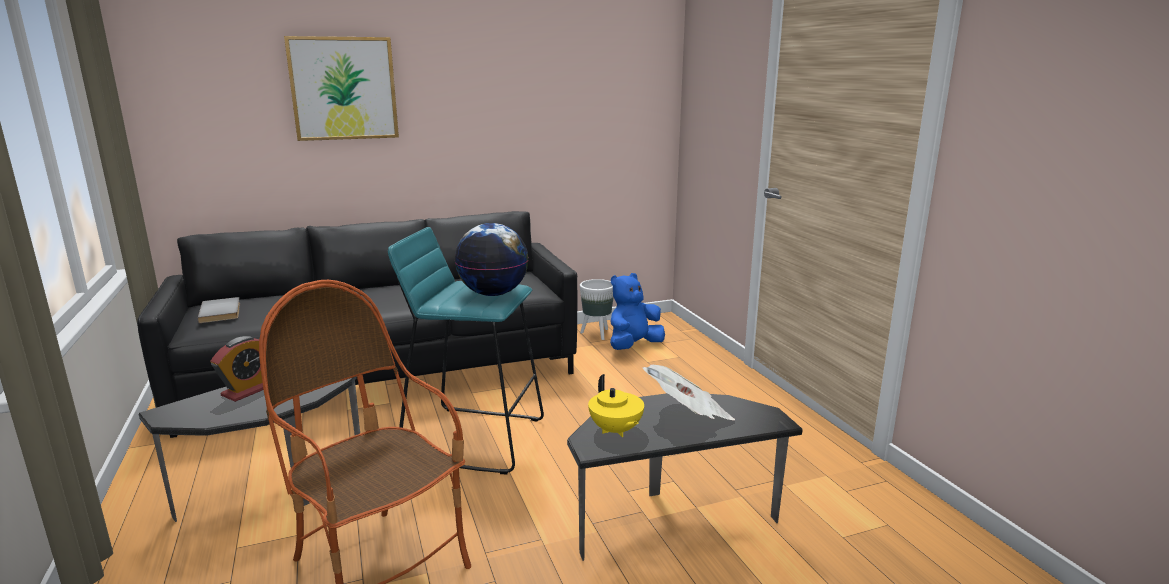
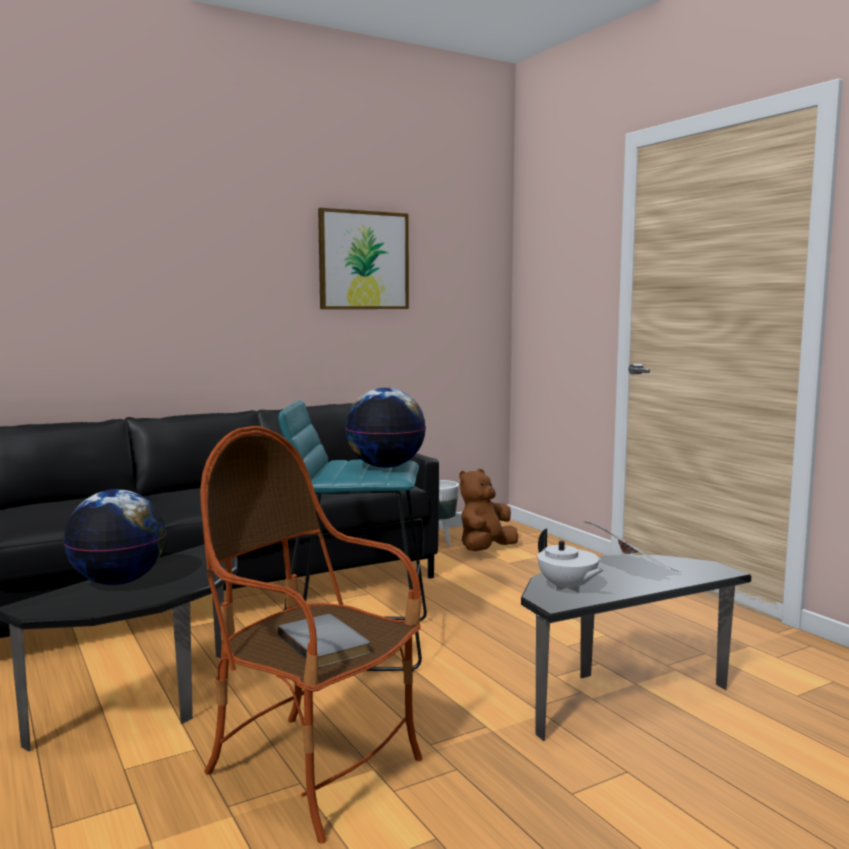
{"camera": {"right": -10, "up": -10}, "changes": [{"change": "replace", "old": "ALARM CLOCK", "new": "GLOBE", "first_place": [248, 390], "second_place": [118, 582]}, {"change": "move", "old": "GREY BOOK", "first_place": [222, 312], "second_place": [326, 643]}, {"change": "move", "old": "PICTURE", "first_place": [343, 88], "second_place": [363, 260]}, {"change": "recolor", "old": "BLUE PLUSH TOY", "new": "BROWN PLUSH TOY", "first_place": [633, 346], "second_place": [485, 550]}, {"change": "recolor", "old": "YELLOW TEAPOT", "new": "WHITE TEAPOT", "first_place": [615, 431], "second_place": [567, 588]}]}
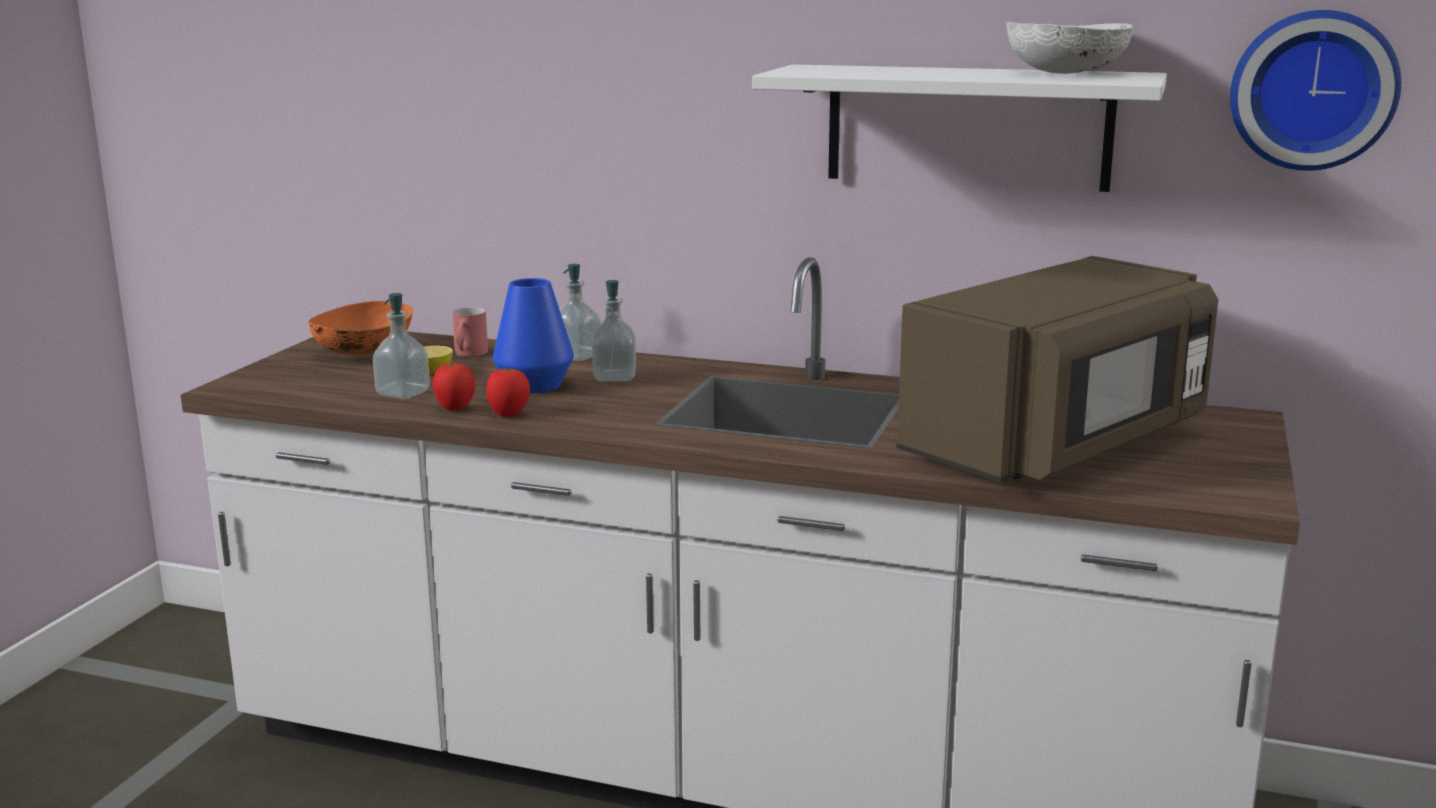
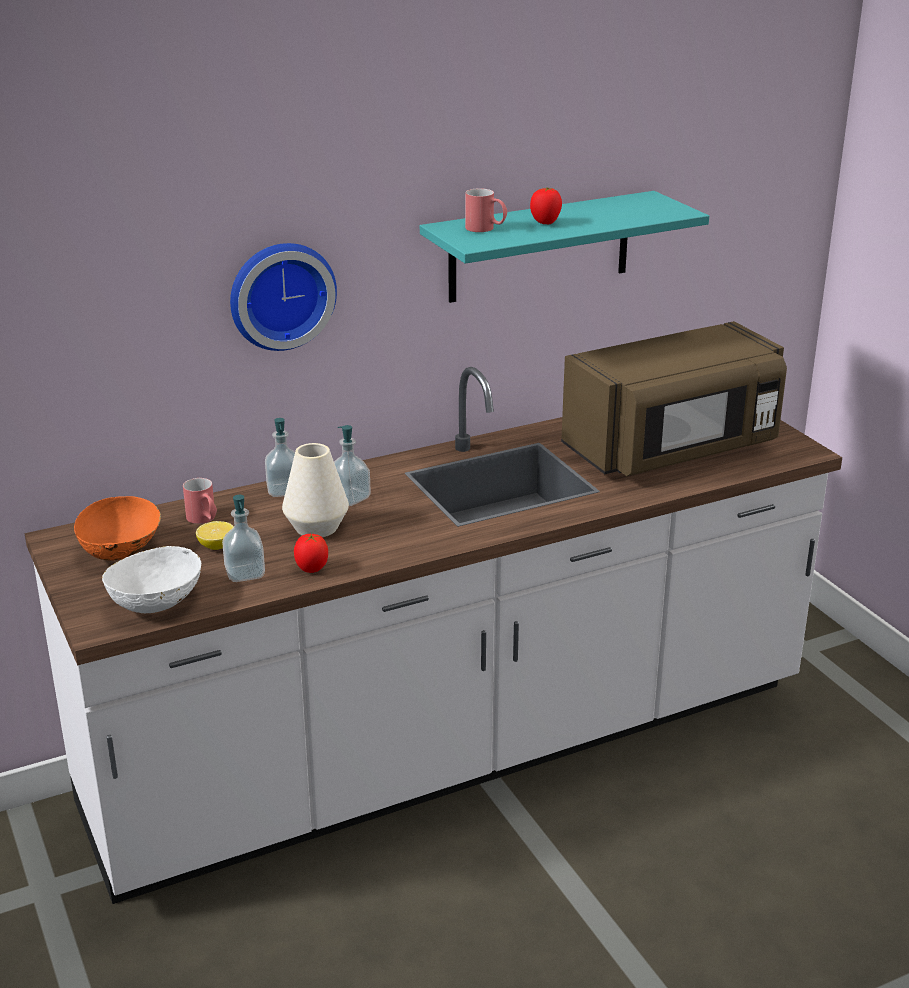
{"camera": {"right": -45, "up": 10}, "changes": [{"change": "move", "old": "WHITE BOWL", "first_place": [1065, 73], "second_place": [156, 602]}, {"change": "move", "old": "WALL CLOCK", "first_place": [1312, 90], "second_place": [280, 294]}, {"change": "recolor", "old": "BLUE VASE", "new": "WHITE VASE", "first_place": [535, 386], "second_place": [317, 528]}, {"change": "recolor", "old": "WHITE SHELF", "new": "TURQUOISE SHELF", "first_place": [968, 127], "second_place": [540, 247]}, {"change": "insert", "new": "RED MUG", "second_place": [486, 229]}, {"change": "move", "old": "TOMATO", "first_place": [508, 415], "second_place": [545, 223]}, {"change": "rotate", "old": "BROWN MICROWAVE", "first_place": [1058, 444], "second_place": [673, 449], "degrees": 60}]}
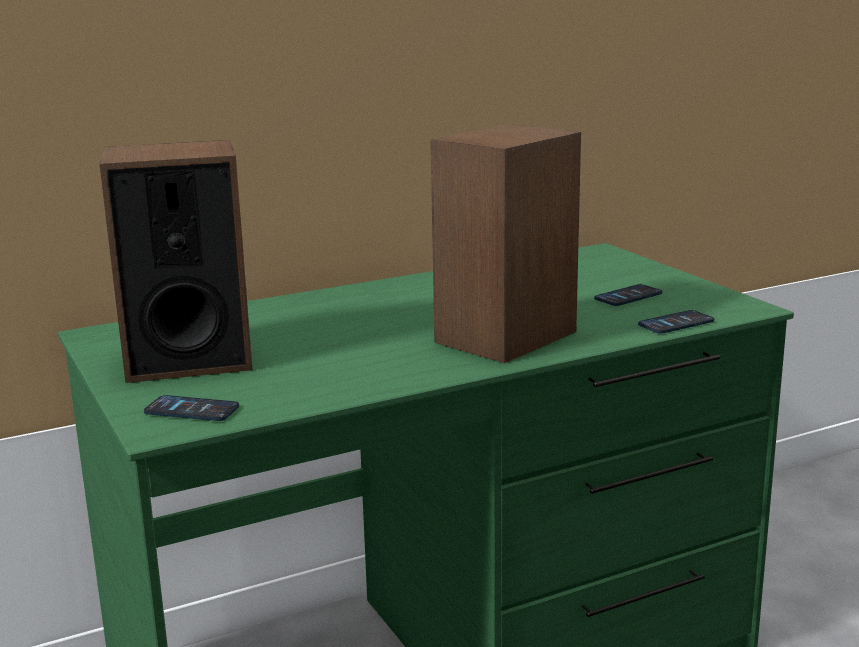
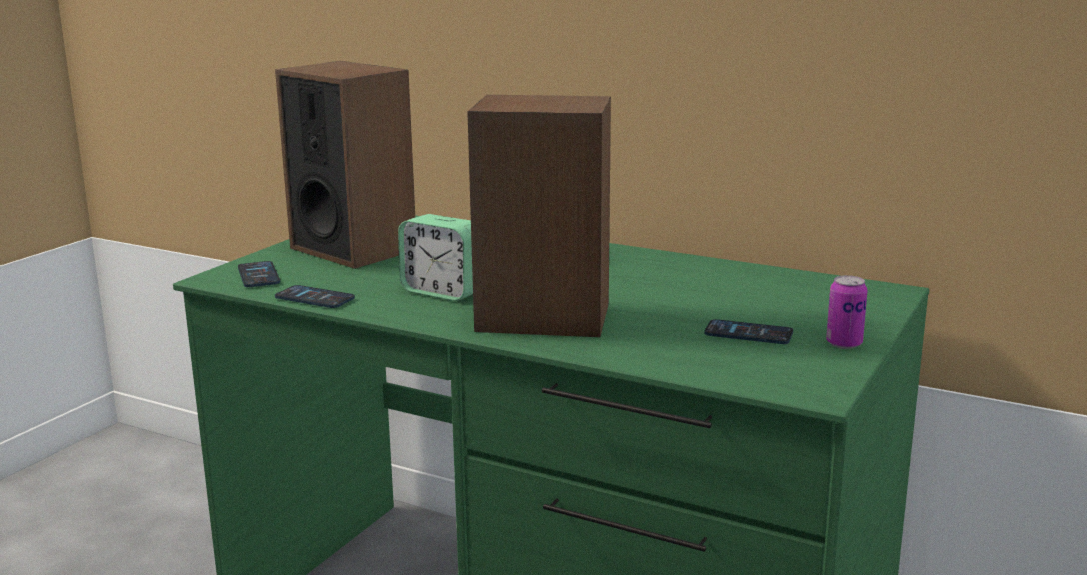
{"camera": {"right": 55, "up": 0}, "changes": [{"change": "move", "old": "PHONE", "first_place": [676, 323], "second_place": [315, 298]}, {"change": "insert", "new": "ALARM CLOCK", "second_place": [443, 292]}, {"change": "insert", "new": "CAN", "second_place": [844, 343]}]}
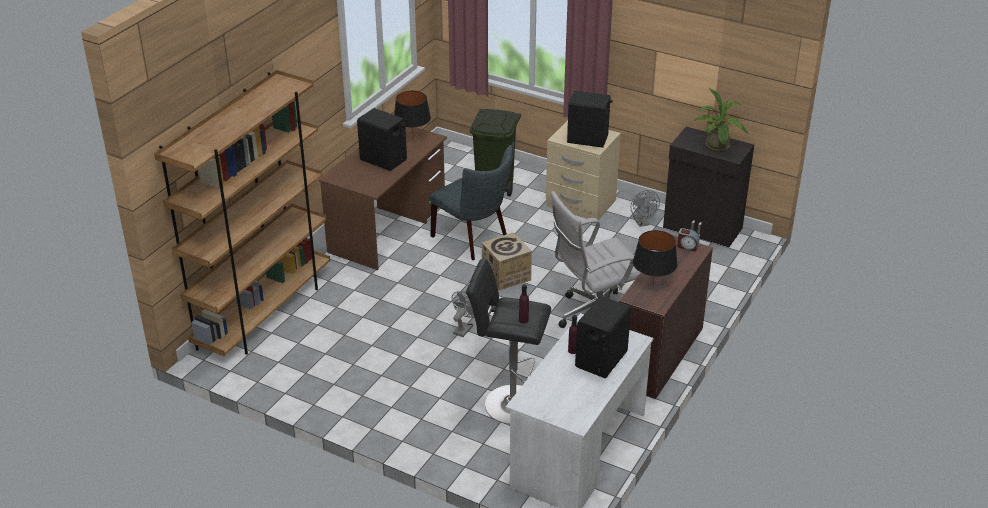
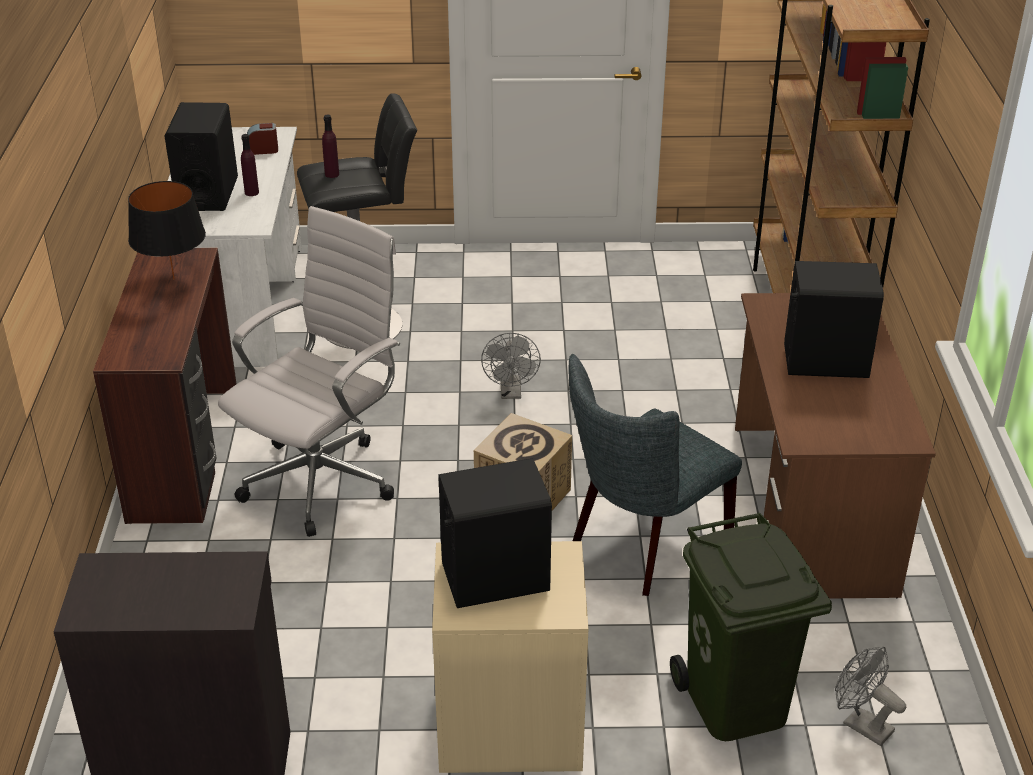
{"camera": {"right": 150, "up": 0}, "changes": [{"change": "move", "old": "ALARM CLOCK", "first_place": [687, 246], "second_place": [263, 150]}, {"change": "rotate", "old": "GREY CHAIR", "first_place": [474, 239], "second_place": [643, 546], "degrees": -60}, {"change": "move", "old": "GREY FAN", "first_place": [642, 223], "second_place": [861, 724]}, {"change": "delete", "old": "BLACK TABLE LAMP", "first_place": [413, 139]}, {"change": "delete", "old": "POTTED PLANT", "first_place": [718, 148]}]}
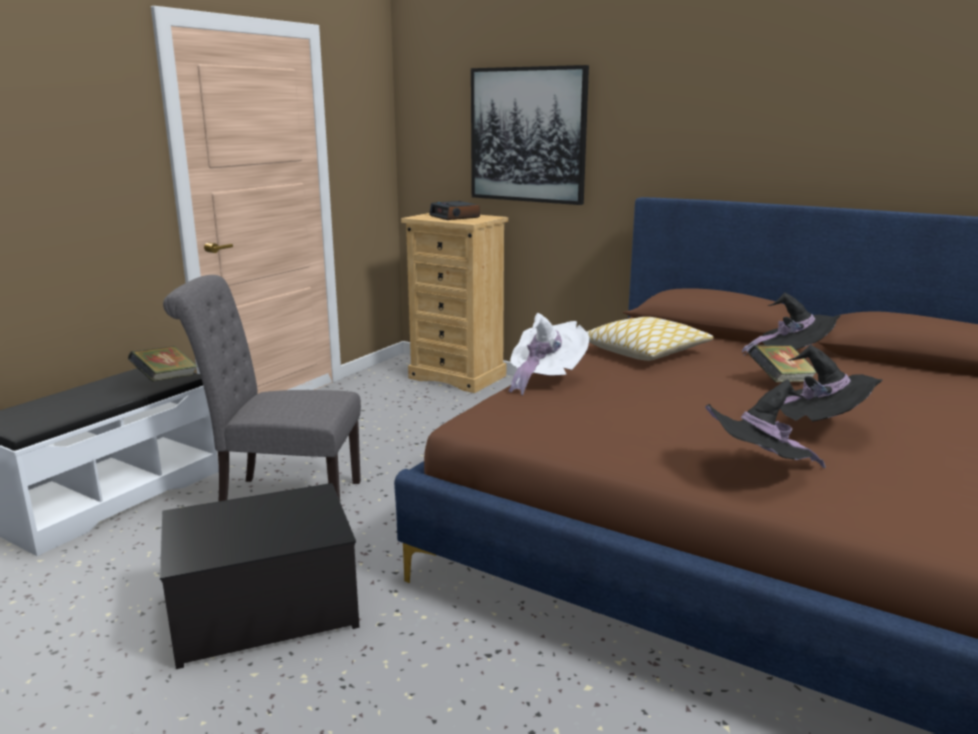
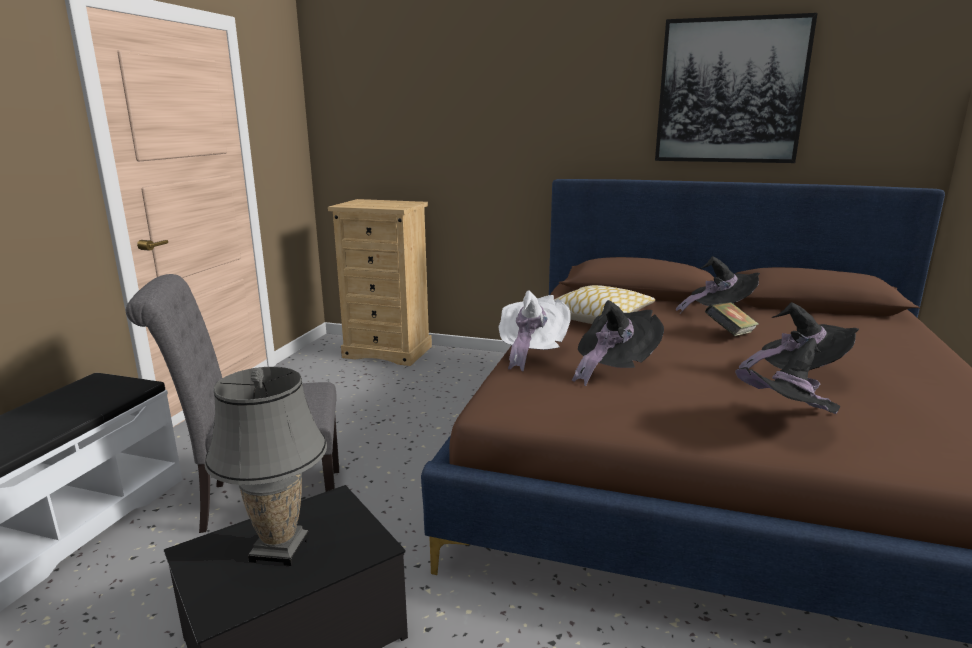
{"camera": {"right": -15, "up": 0}, "changes": [{"change": "insert", "new": "GREY TABLE LAMP", "second_place": [279, 549]}, {"change": "insert", "new": "BLACK HAT", "second_place": [613, 368]}, {"change": "move", "old": "PICTURE", "first_place": [528, 135], "second_place": [730, 91]}, {"change": "delete", "old": "BOOK", "first_place": [166, 380]}, {"change": "delete", "old": "ALARM CLOCK", "first_place": [455, 216]}]}
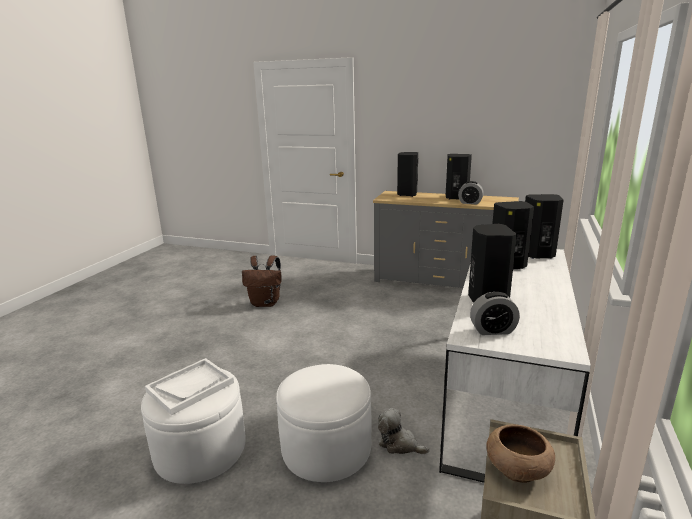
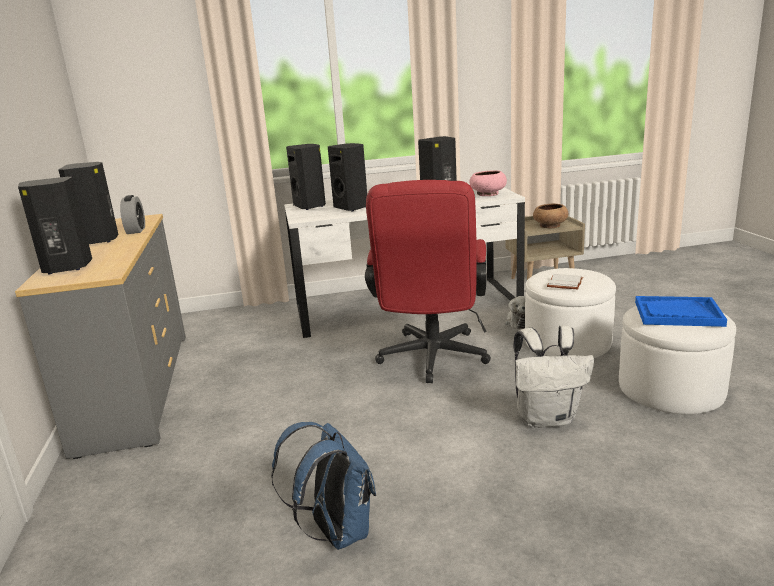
{"camera": {"right": -120, "up": 0}, "changes": [{"change": "recolor", "old": "BROWN BACKPACK", "new": "BLUE BACKPACK", "first_place": [266, 303], "second_place": [336, 532]}, {"change": "insert", "new": "RED OFFICE CHAIR", "second_place": [432, 360]}, {"change": "replace", "old": "ALARM CLOCK", "new": "PINK BOWL", "first_place": [493, 330], "second_place": [487, 194]}, {"change": "insert", "new": "WHITE BACKPACK", "second_place": [547, 418]}, {"change": "insert", "new": "WHITE BOOK", "second_place": [566, 283]}, {"change": "recolor", "old": "WHITE TRAY", "new": "BLUE TRAY", "first_place": [190, 387], "second_place": [678, 314]}]}
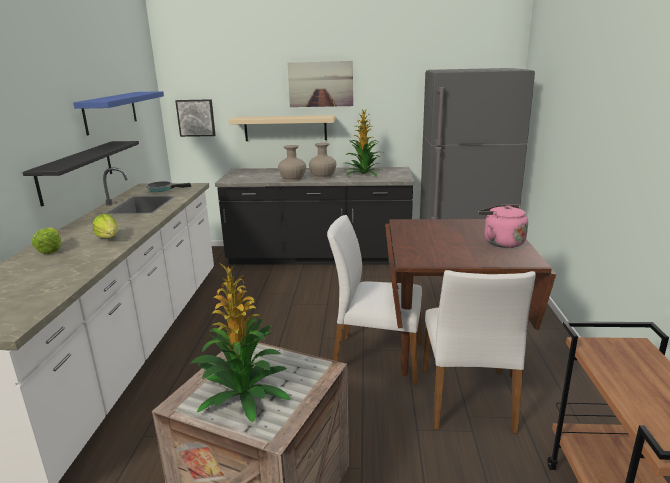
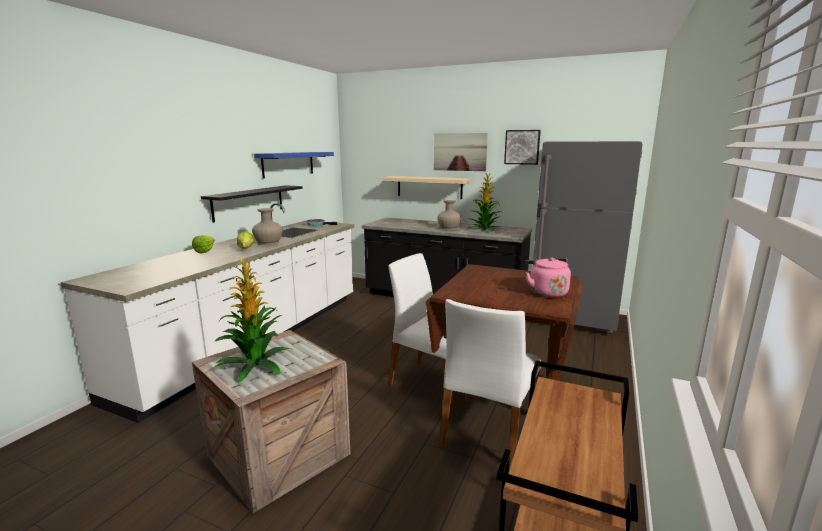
{"camera": {"right": 20, "up": -5}, "changes": [{"change": "move", "old": "BEIGE VASE", "first_place": [292, 178], "second_place": [268, 242]}, {"change": "move", "old": "PICTURE", "first_place": [196, 117], "second_place": [522, 147]}]}
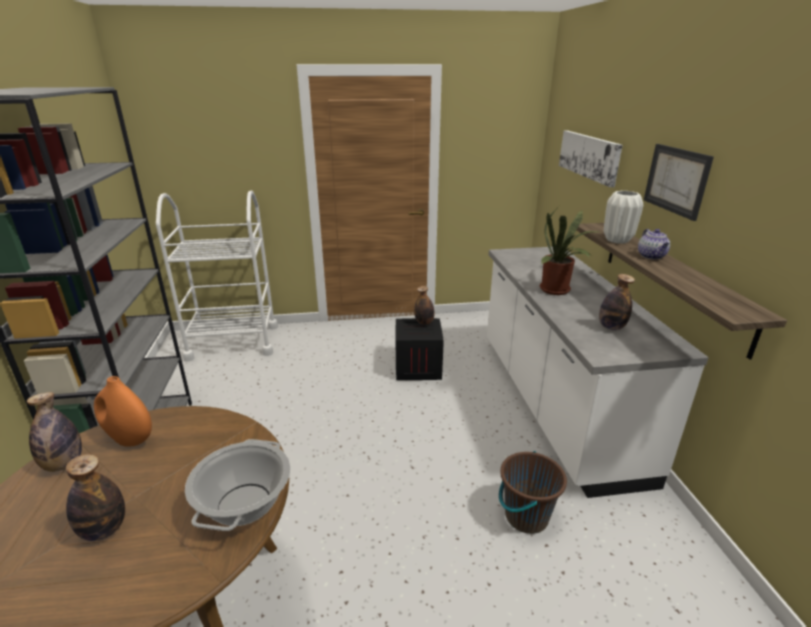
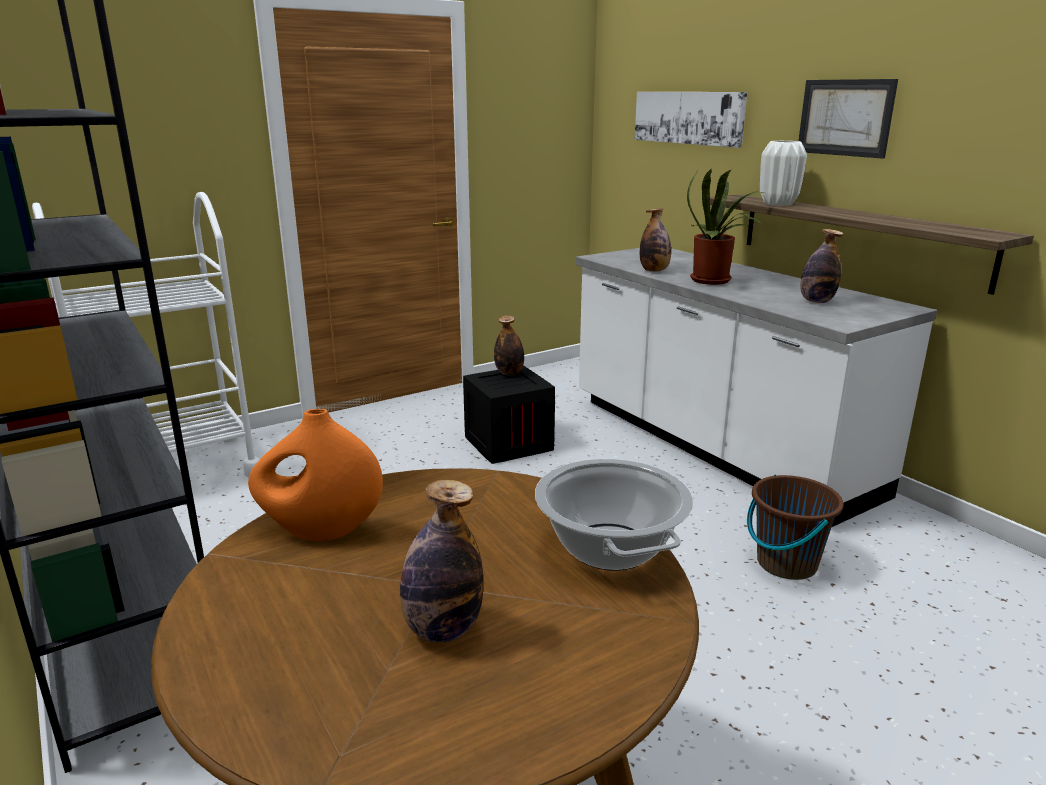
{"camera": {"right": -25, "up": -5}, "changes": [{"change": "move", "old": "BOTTLE", "first_place": [63, 464], "second_place": [654, 271]}, {"change": "delete", "old": "TEAPOT", "first_place": [652, 256]}]}
